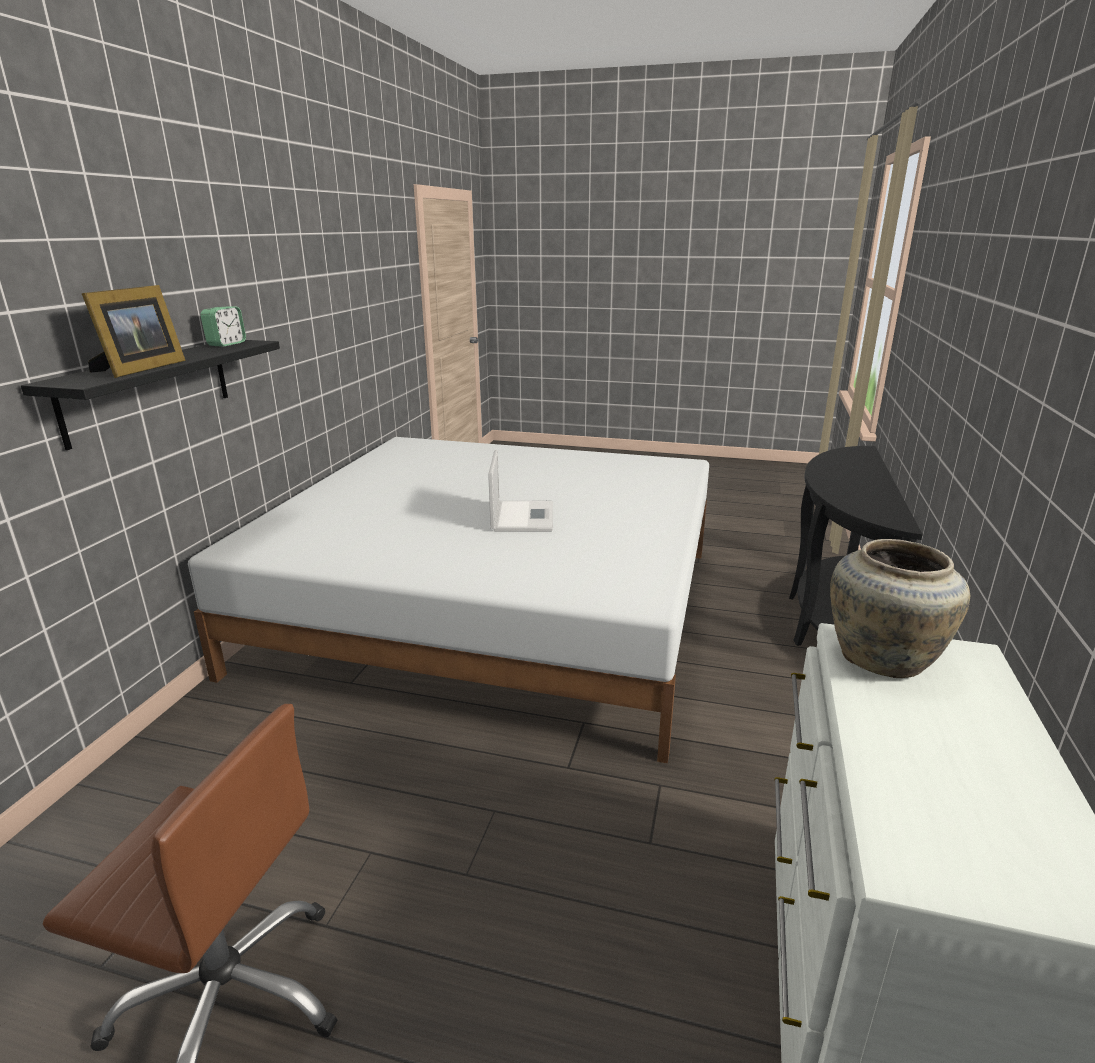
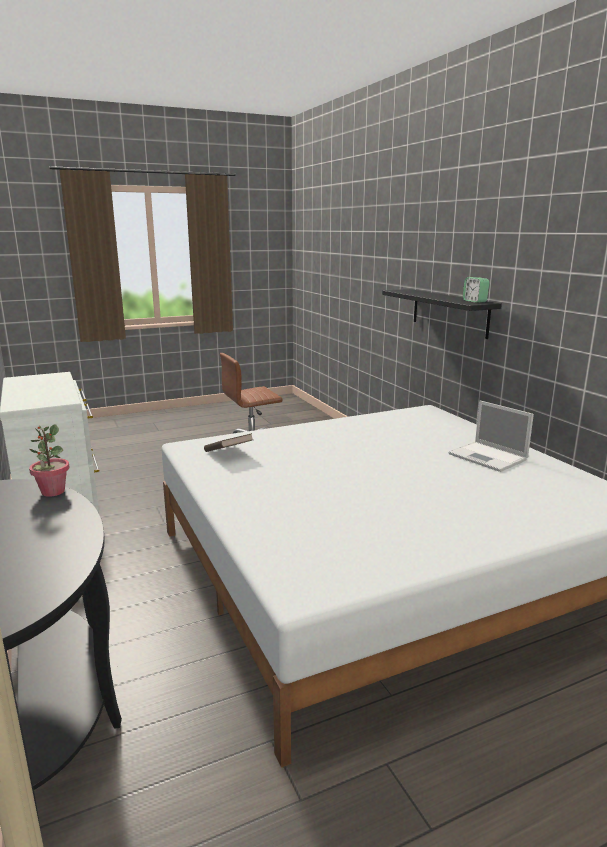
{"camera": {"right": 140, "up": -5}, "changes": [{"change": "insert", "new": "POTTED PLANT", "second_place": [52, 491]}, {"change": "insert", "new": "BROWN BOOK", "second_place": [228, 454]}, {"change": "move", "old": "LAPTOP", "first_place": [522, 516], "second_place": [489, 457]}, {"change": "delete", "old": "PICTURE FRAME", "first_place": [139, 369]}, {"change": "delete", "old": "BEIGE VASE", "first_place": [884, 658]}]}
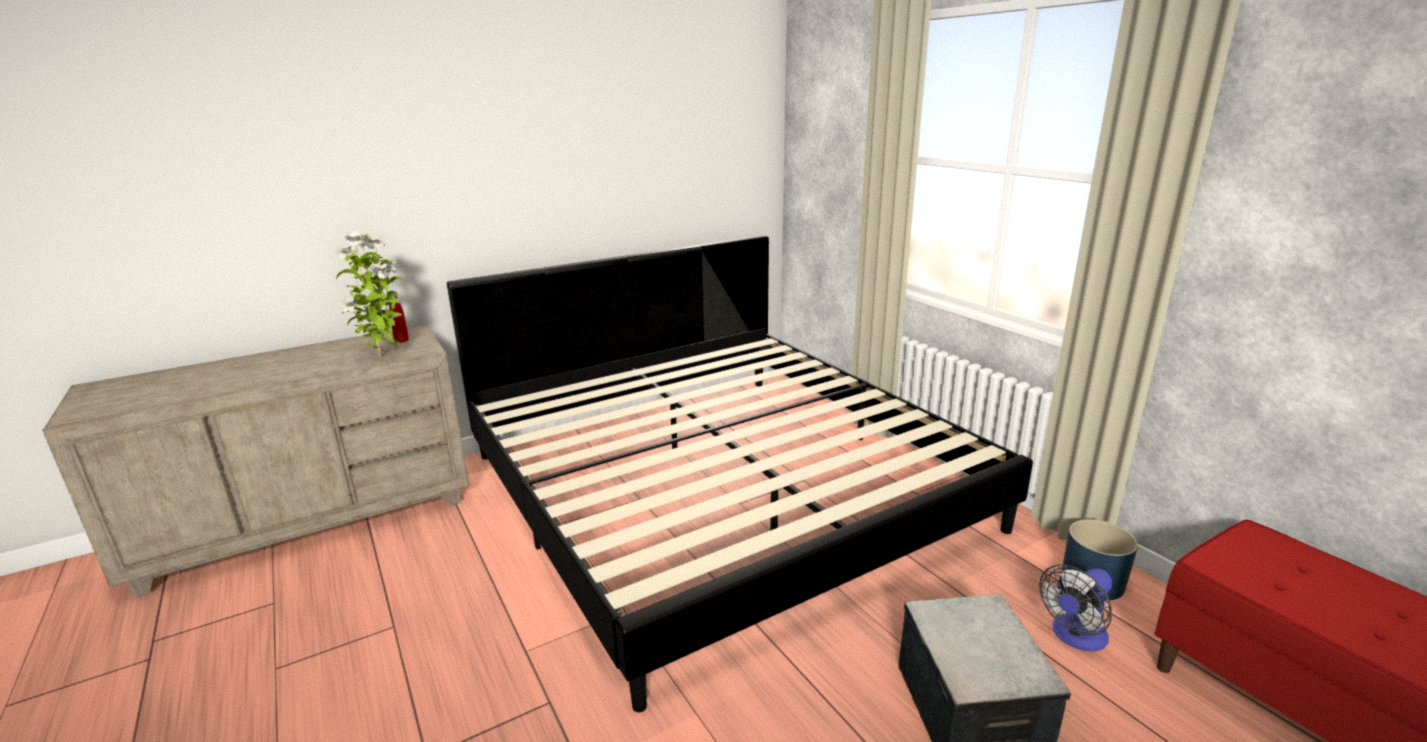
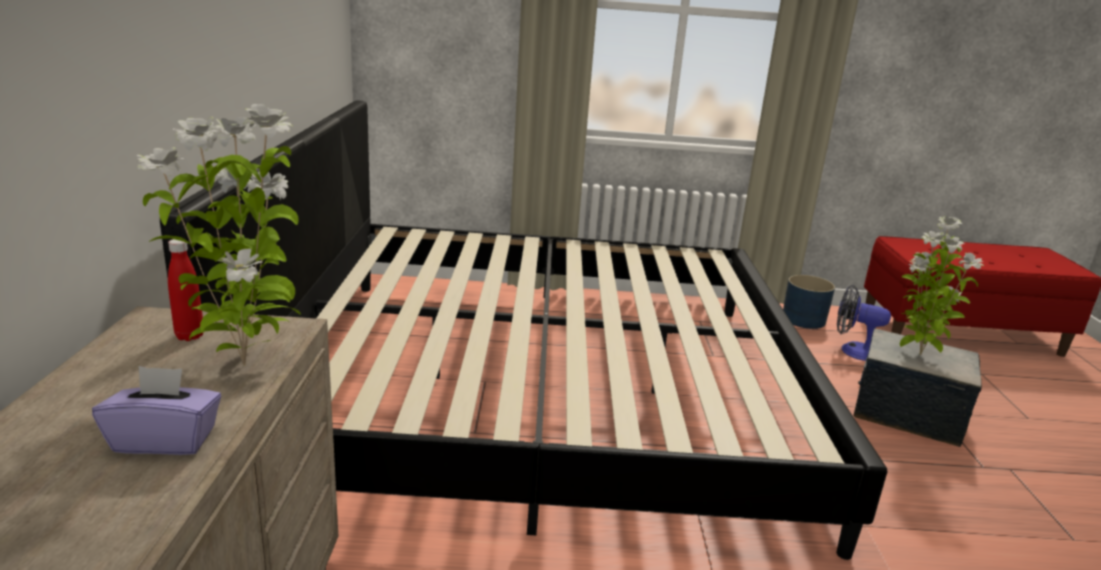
{"camera": {"right": -60, "up": 0}, "changes": [{"change": "insert", "new": "PURPLE TISSUE BOX", "second_place": [165, 440]}, {"change": "rotate", "old": "FAN", "first_place": [1075, 637], "second_place": [853, 350], "degrees": 120}, {"change": "insert", "new": "POTTED PLANT", "second_place": [917, 355]}]}
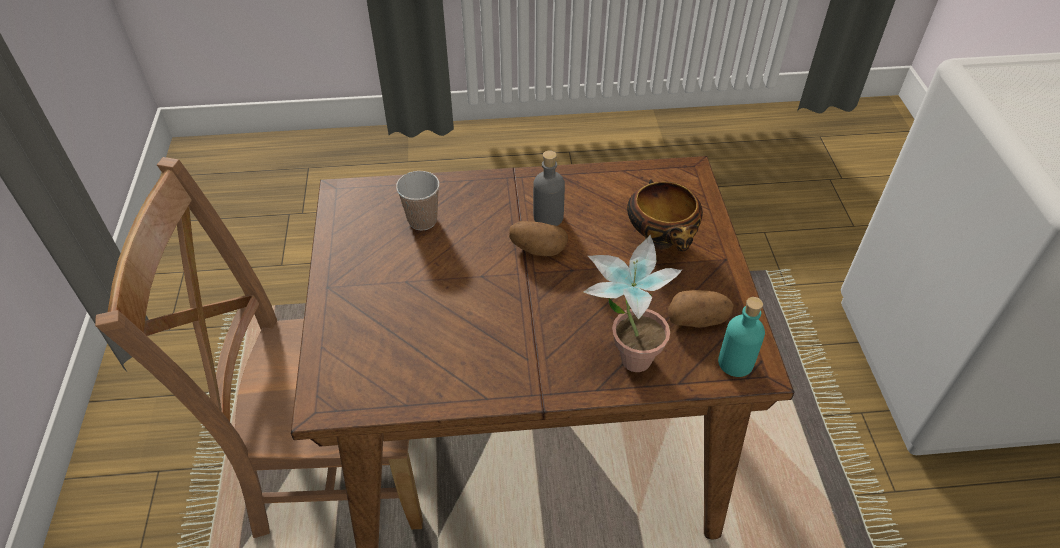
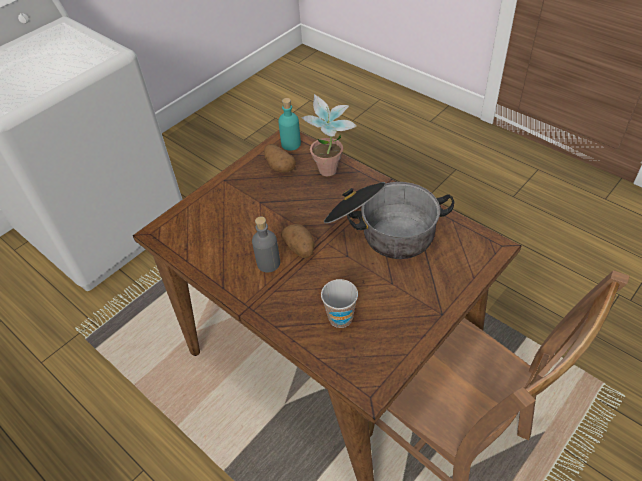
{"camera": {"right": -130, "up": 0}, "changes": [{"change": "insert", "new": "COOKING POT", "second_place": [382, 230]}, {"change": "delete", "old": "BOWL", "first_place": [661, 241]}]}
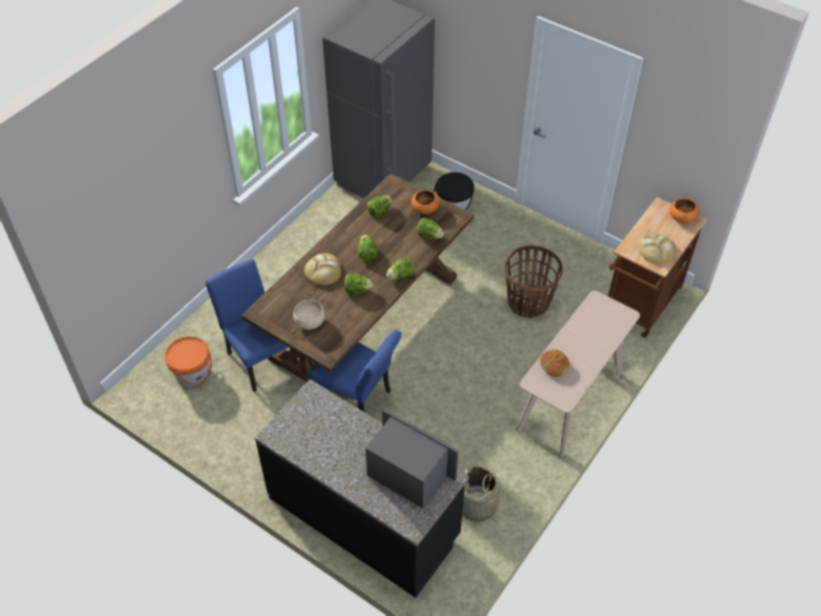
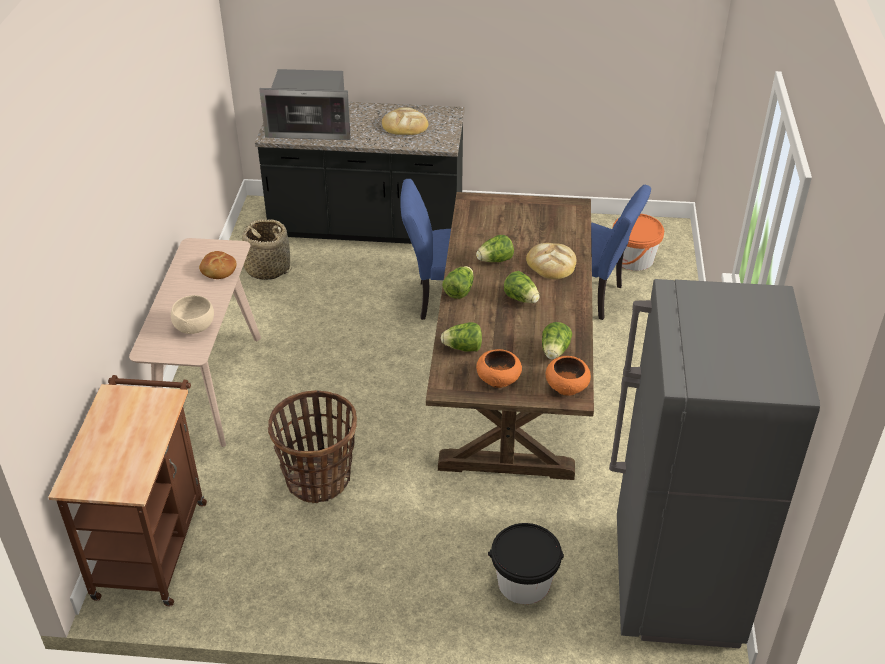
{"camera": {"right": 150, "up": -10}, "changes": [{"change": "move", "old": "BEIGE BOWL", "first_place": [310, 322], "second_place": [194, 327]}, {"change": "move", "old": "BREAD", "first_place": [656, 250], "second_place": [404, 125]}, {"change": "move", "old": "ORANGE BOWL", "first_place": [681, 217], "second_place": [567, 386]}]}
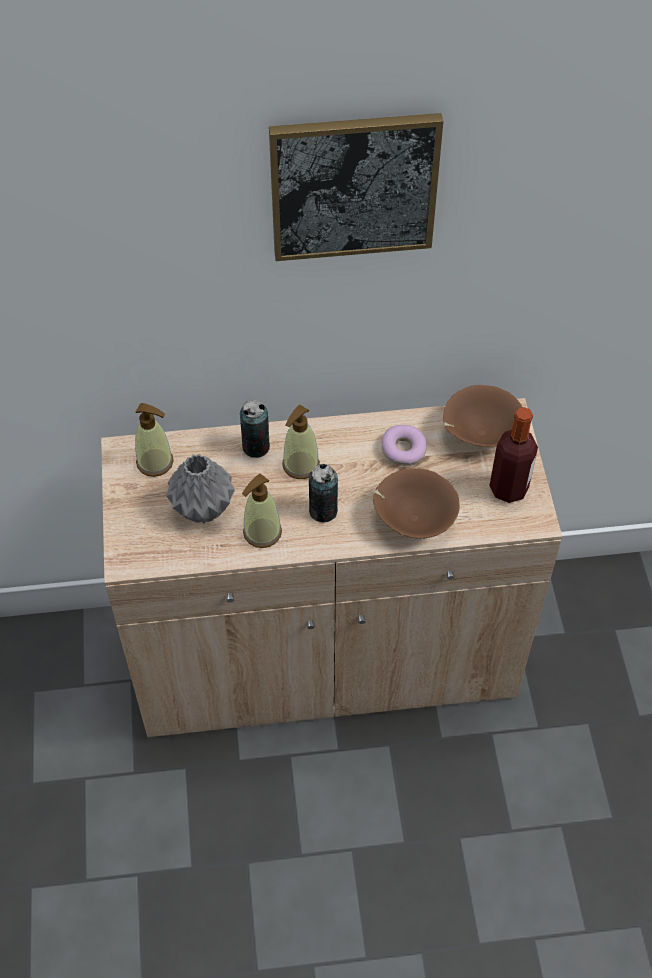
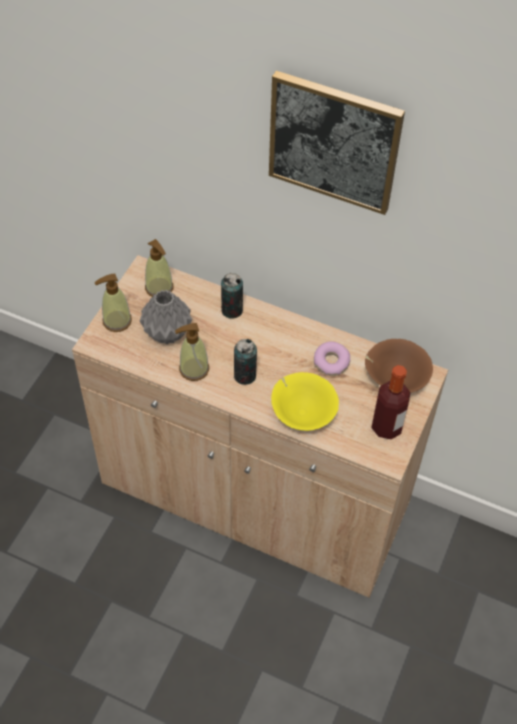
{"camera": {"right": 30, "up": 0}, "changes": [{"change": "move", "old": "SOAP DISPENSER", "first_place": [300, 465], "second_place": [116, 321]}, {"change": "recolor", "old": "BROWN BOWL", "new": "YELLOW BOWL", "first_place": [413, 519], "second_place": [302, 413]}]}
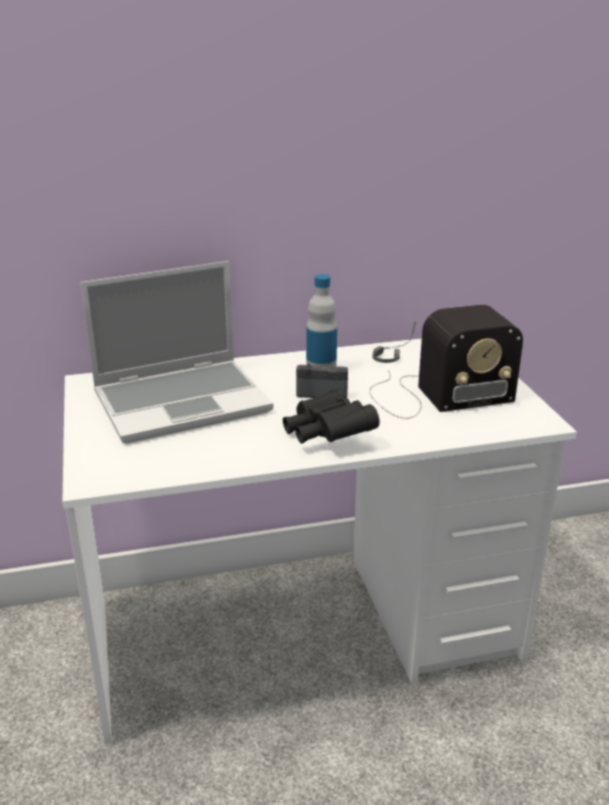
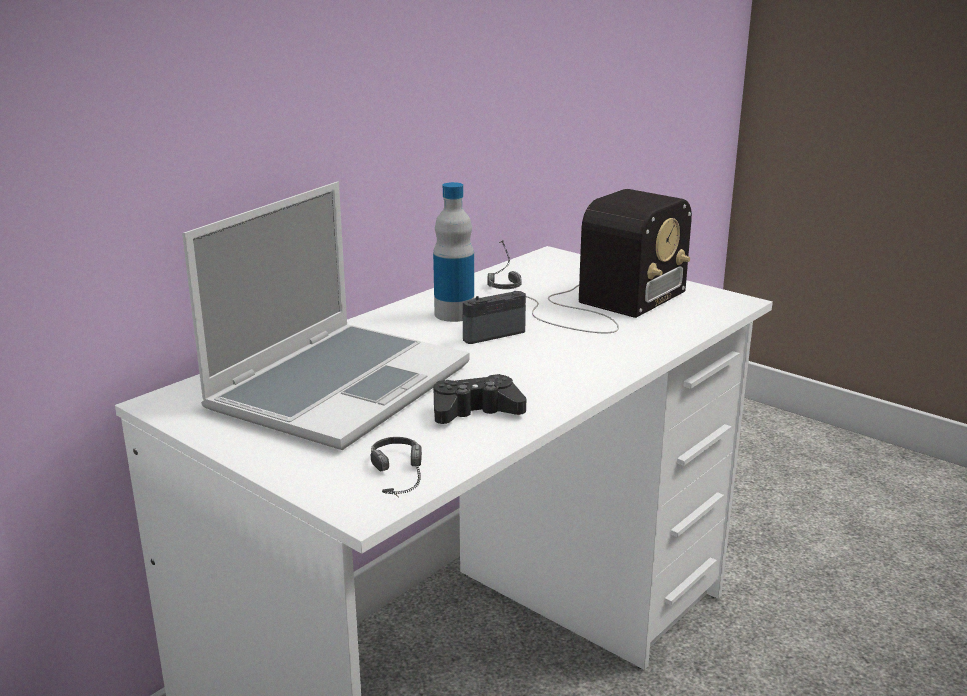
{"camera": {"right": -35, "up": -5}, "changes": [{"change": "insert", "new": "HEADPHONES", "second_place": [403, 484]}, {"change": "insert", "new": "BLACK GAME CONTROLLER", "second_place": [475, 411]}, {"change": "delete", "old": "BLACK BINOCULARS", "first_place": [327, 434]}]}
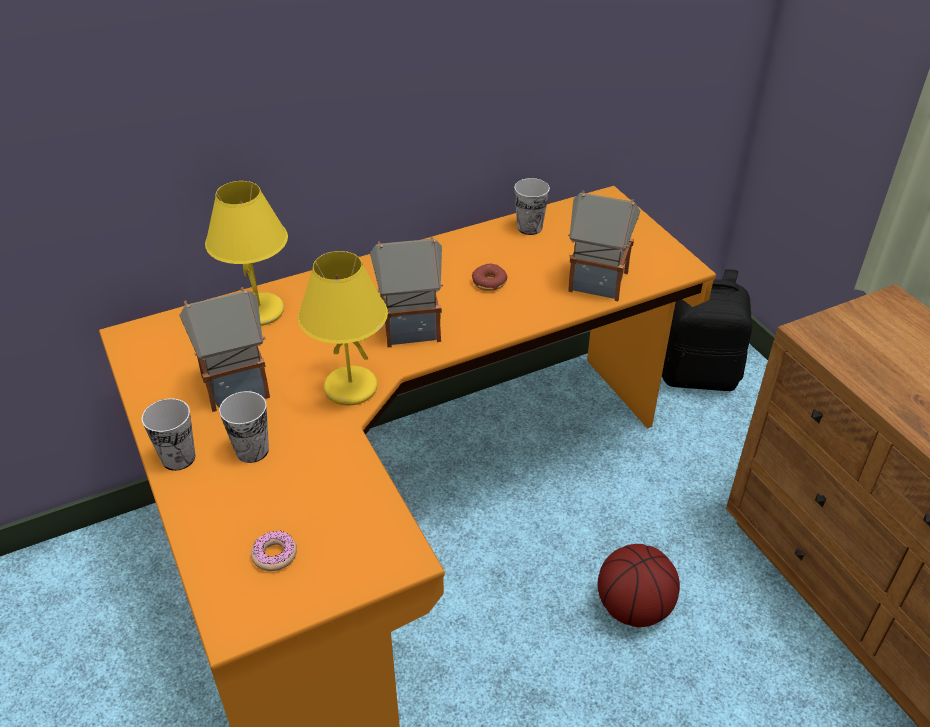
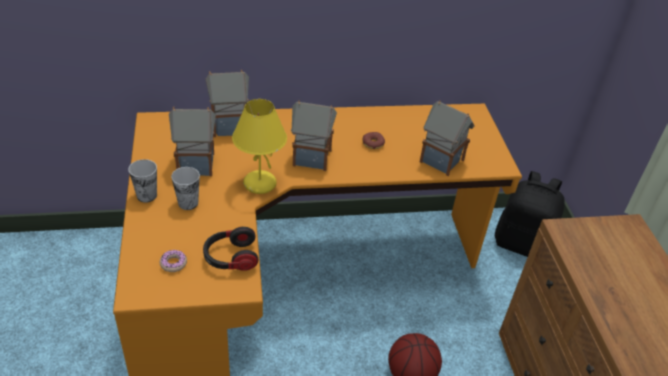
{"camera": {"right": 15, "up": 0}, "changes": [{"change": "insert", "new": "HEADPHONES", "second_place": [230, 258]}, {"change": "replace", "old": "YELLOW TABLE LAMP", "new": "TOY HOUSE", "first_place": [261, 312], "second_place": [230, 126]}, {"change": "delete", "old": "CUP", "first_place": [529, 227]}]}
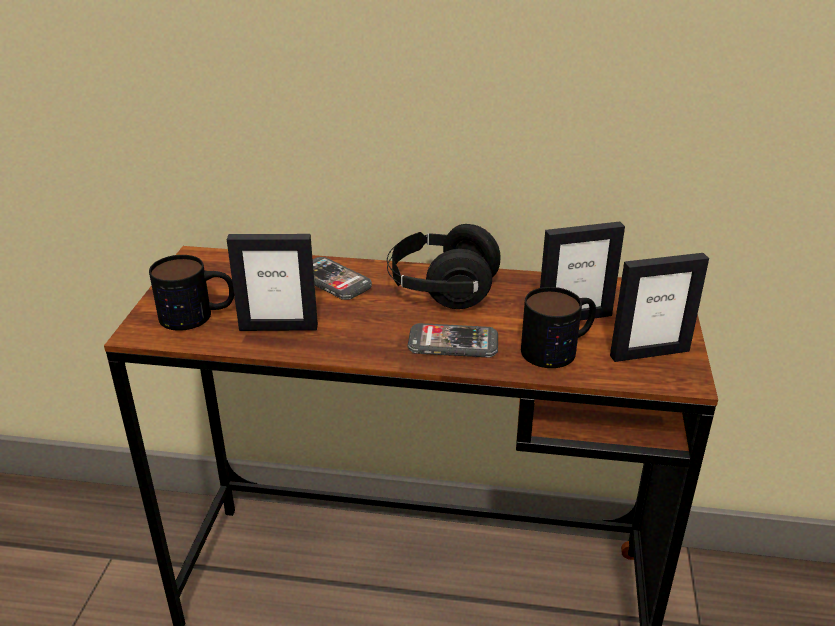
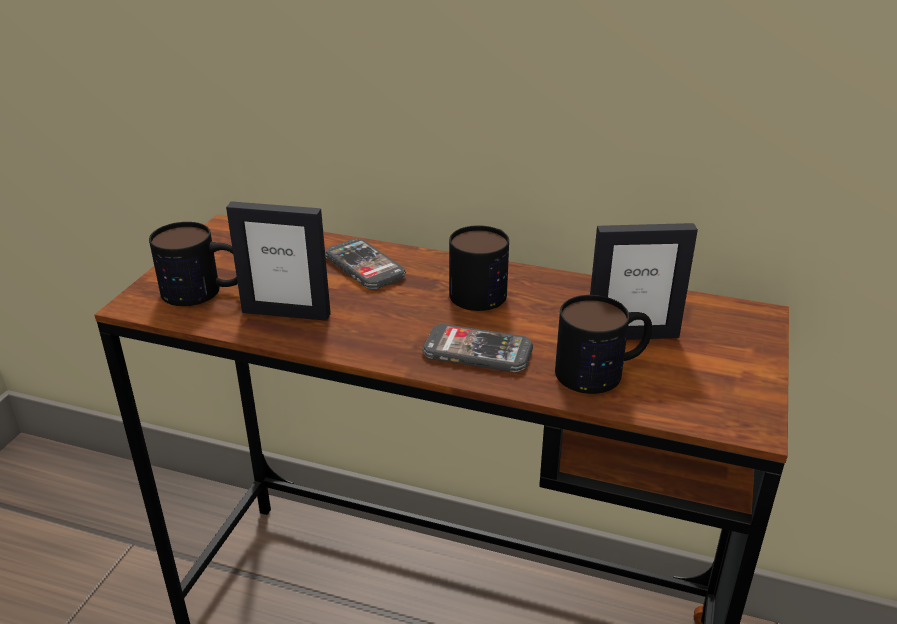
{"camera": {"right": 10, "up": 0}, "changes": [{"change": "replace", "old": "BLACK HEADPHONES", "new": "MUG", "first_place": [441, 290], "second_place": [484, 288]}, {"change": "delete", "old": "PICTURE FRAME", "first_place": [649, 353]}]}
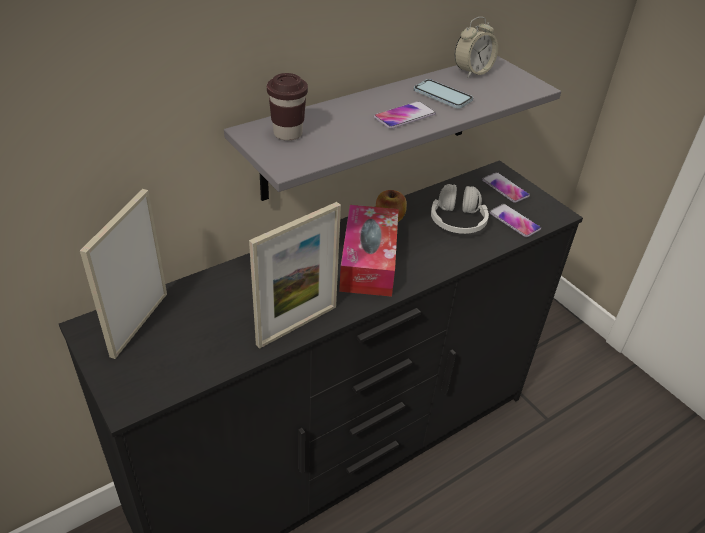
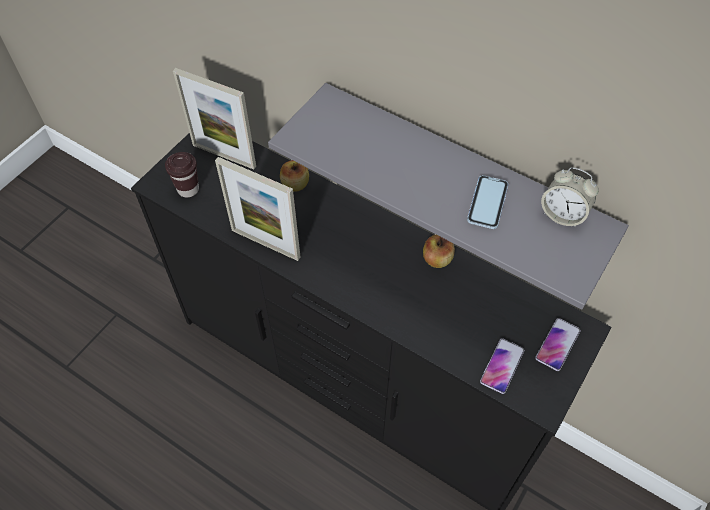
{"camera": {"right": 70, "up": 15}, "changes": [{"change": "move", "old": "BROWN CUP", "first_place": [288, 134], "second_place": [188, 189]}, {"change": "rotate", "old": "PICTURE FRAME", "first_place": [139, 324], "second_place": [224, 155], "degrees": -150}, {"change": "insert", "new": "APPLE", "second_place": [295, 184]}, {"change": "delete", "old": "TISSUE BOX", "first_place": [368, 261]}, {"change": "delete", "old": "PHONE", "first_place": [404, 116]}, {"change": "delete", "old": "WHITE HEADPHONES", "first_place": [457, 221]}]}
